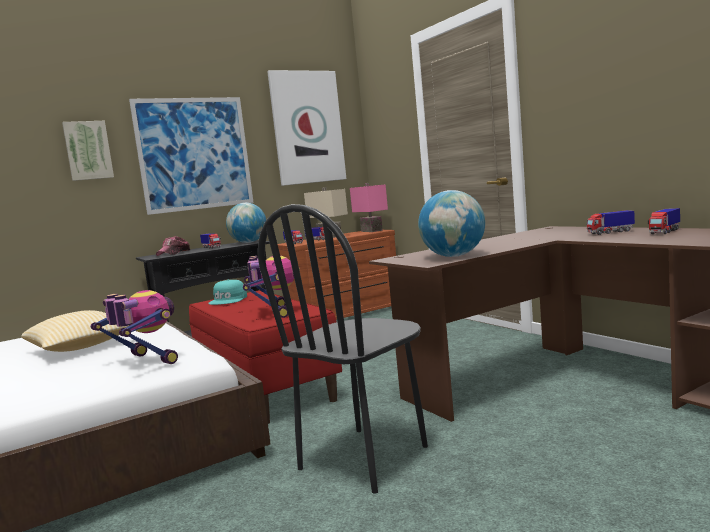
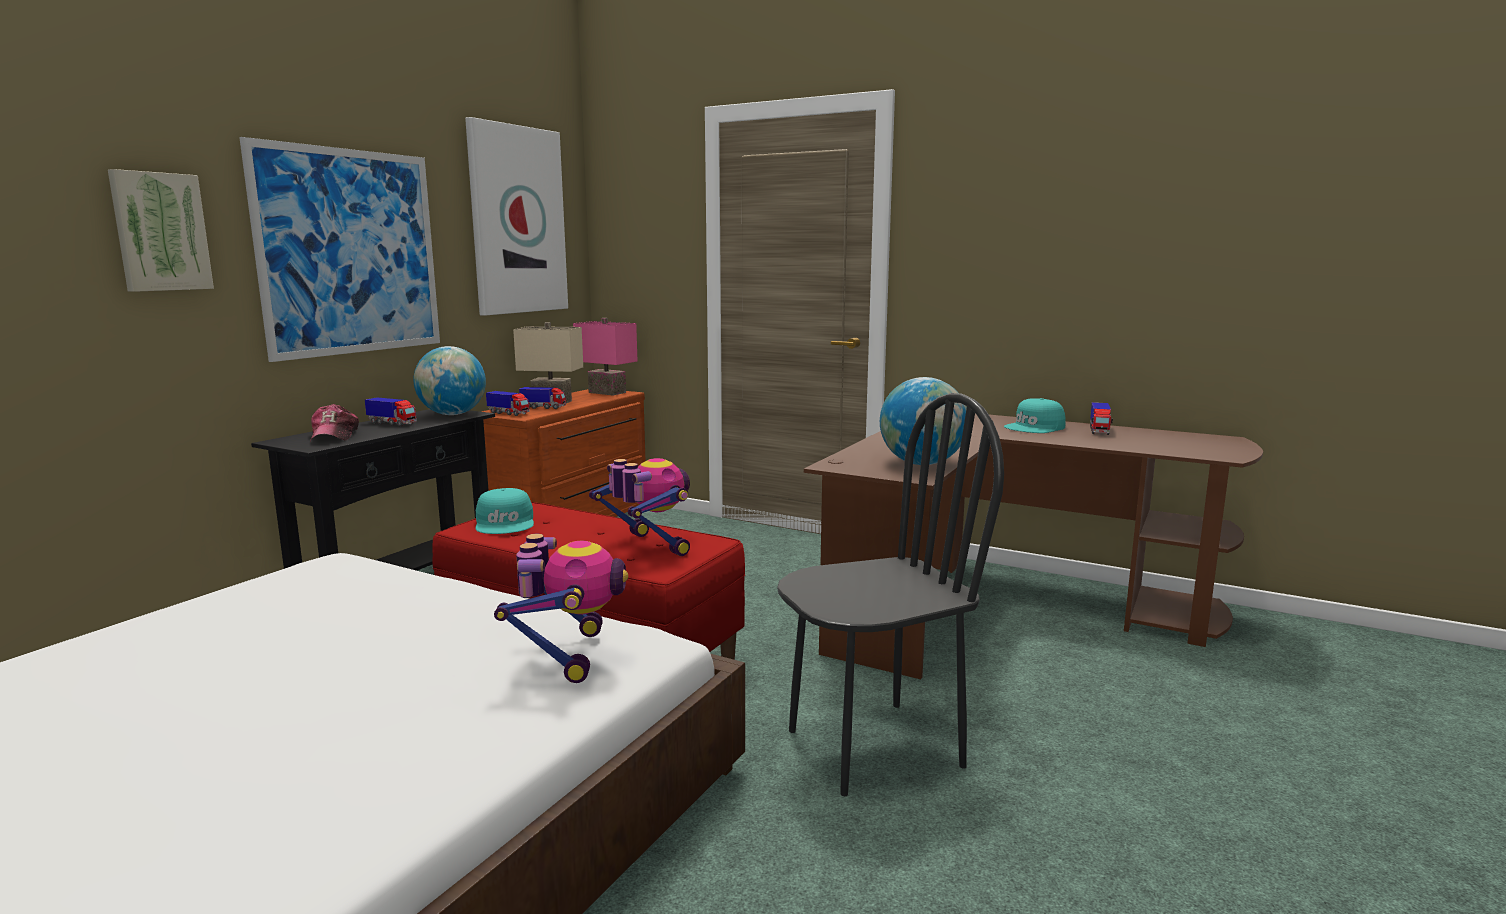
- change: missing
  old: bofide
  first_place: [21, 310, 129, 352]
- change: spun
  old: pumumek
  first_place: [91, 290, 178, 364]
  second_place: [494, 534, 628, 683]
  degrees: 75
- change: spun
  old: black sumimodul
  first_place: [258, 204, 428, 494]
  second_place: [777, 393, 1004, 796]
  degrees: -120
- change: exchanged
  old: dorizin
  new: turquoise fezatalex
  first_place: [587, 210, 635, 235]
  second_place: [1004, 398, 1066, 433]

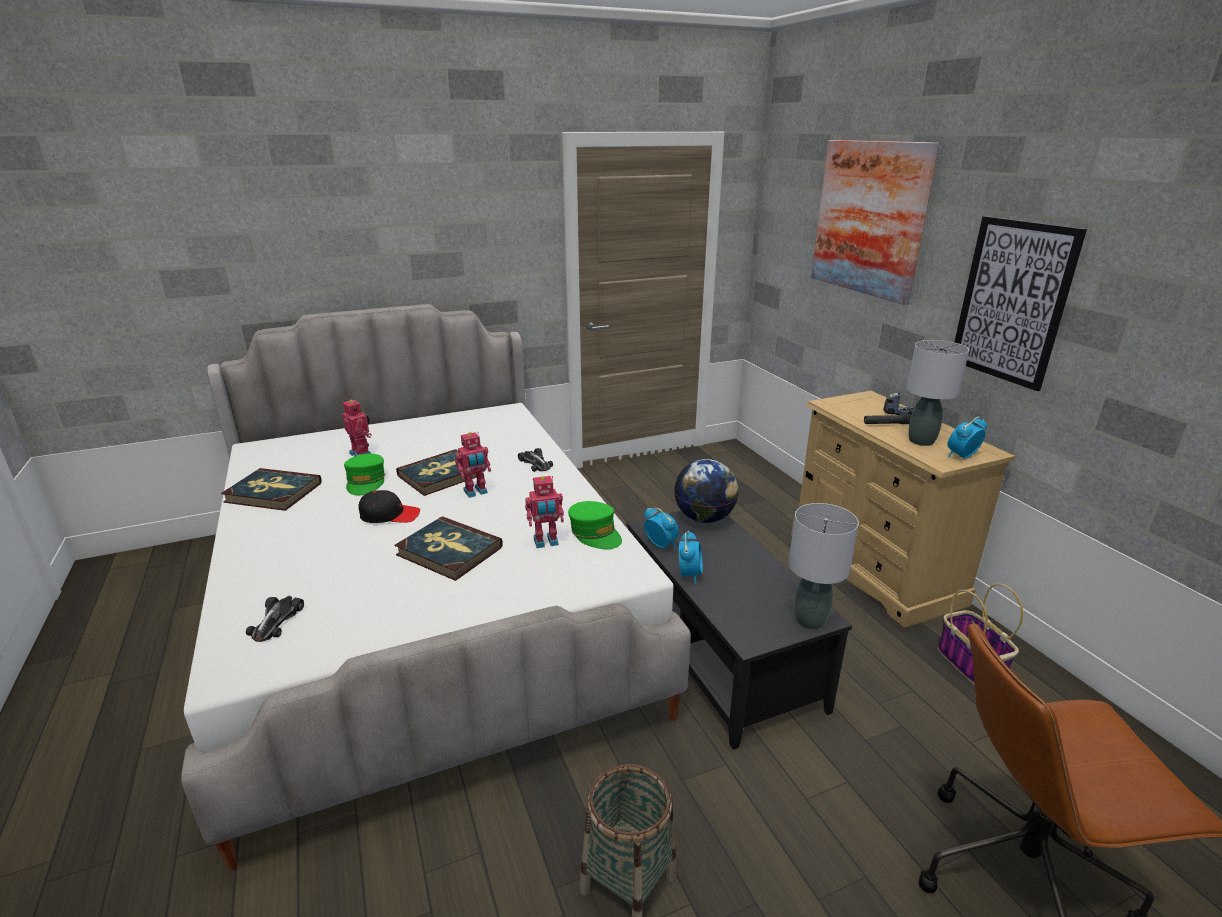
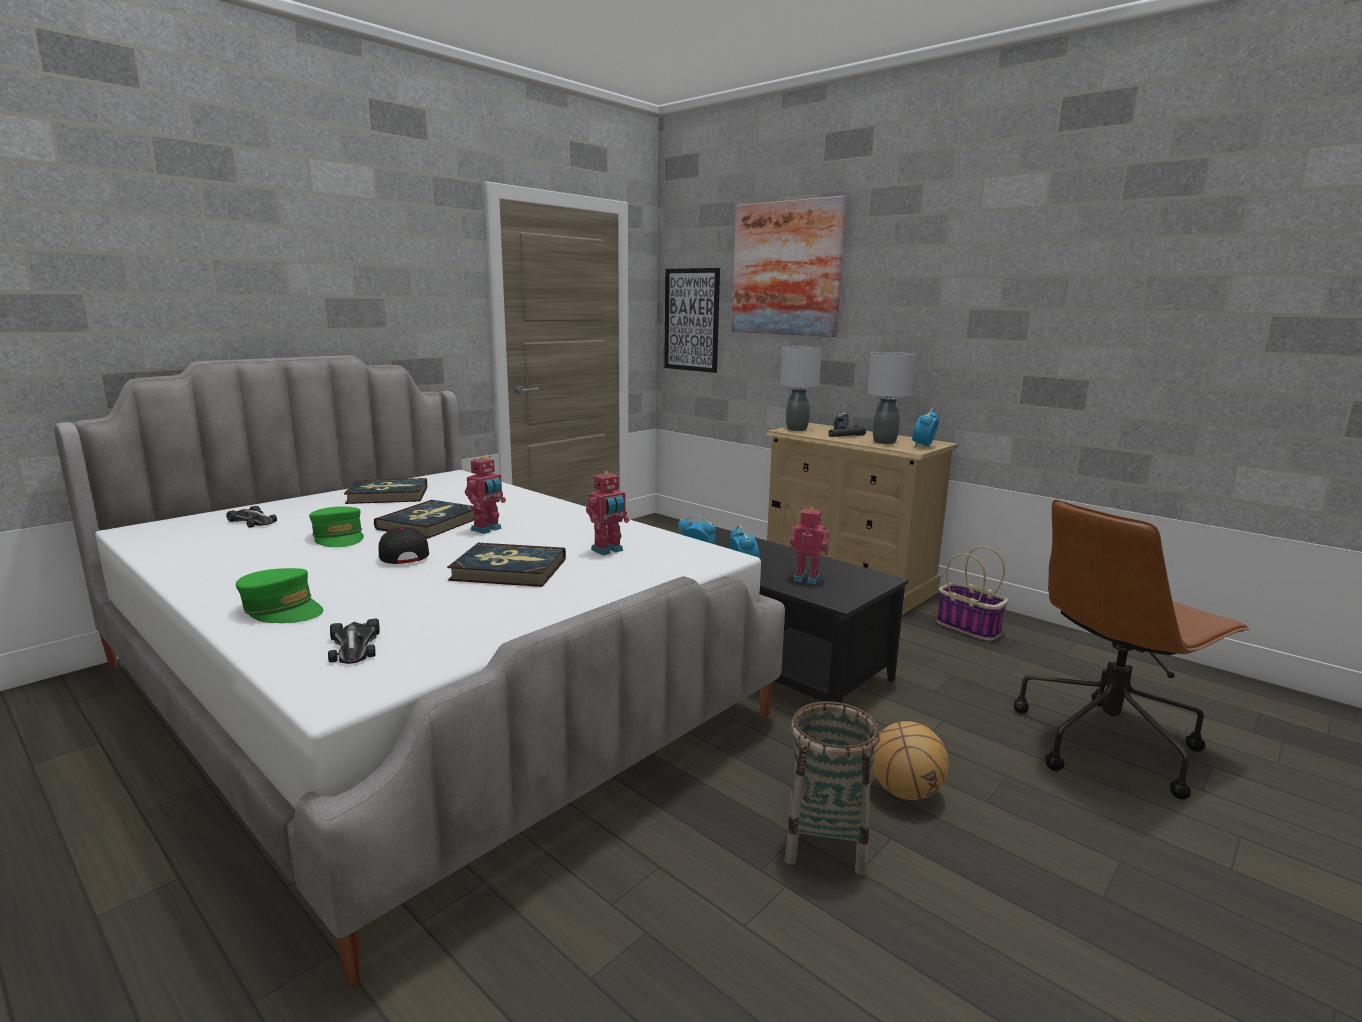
- change: relocated
  old: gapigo
  first_place: [221, 468, 322, 511]
  second_place: [344, 478, 427, 504]
- change: relocated
  old: pumumek
  first_place: [342, 399, 372, 457]
  second_place: [790, 507, 829, 585]
- change: spun
  old: black fezatalex
  first_place: [358, 490, 420, 523]
  second_place: [378, 527, 429, 564]
  degrees: -90
- change: relocated
  old: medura
  first_place: [518, 448, 553, 472]
  second_place: [226, 506, 277, 528]
- change: relocated
  old: green fezatalex
  first_place: [568, 501, 622, 549]
  second_place: [236, 568, 323, 623]
- change: missing
  old: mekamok
  first_place: [674, 459, 739, 523]
- change: relocated
  old: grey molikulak
  first_place: [789, 503, 859, 629]
  second_place: [780, 346, 822, 431]
- change: relocated
  old: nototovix
  first_place: [954, 216, 1087, 391]
  second_place: [664, 268, 720, 373]
- change: appeared
  new: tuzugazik
  second_place: [872, 721, 949, 800]

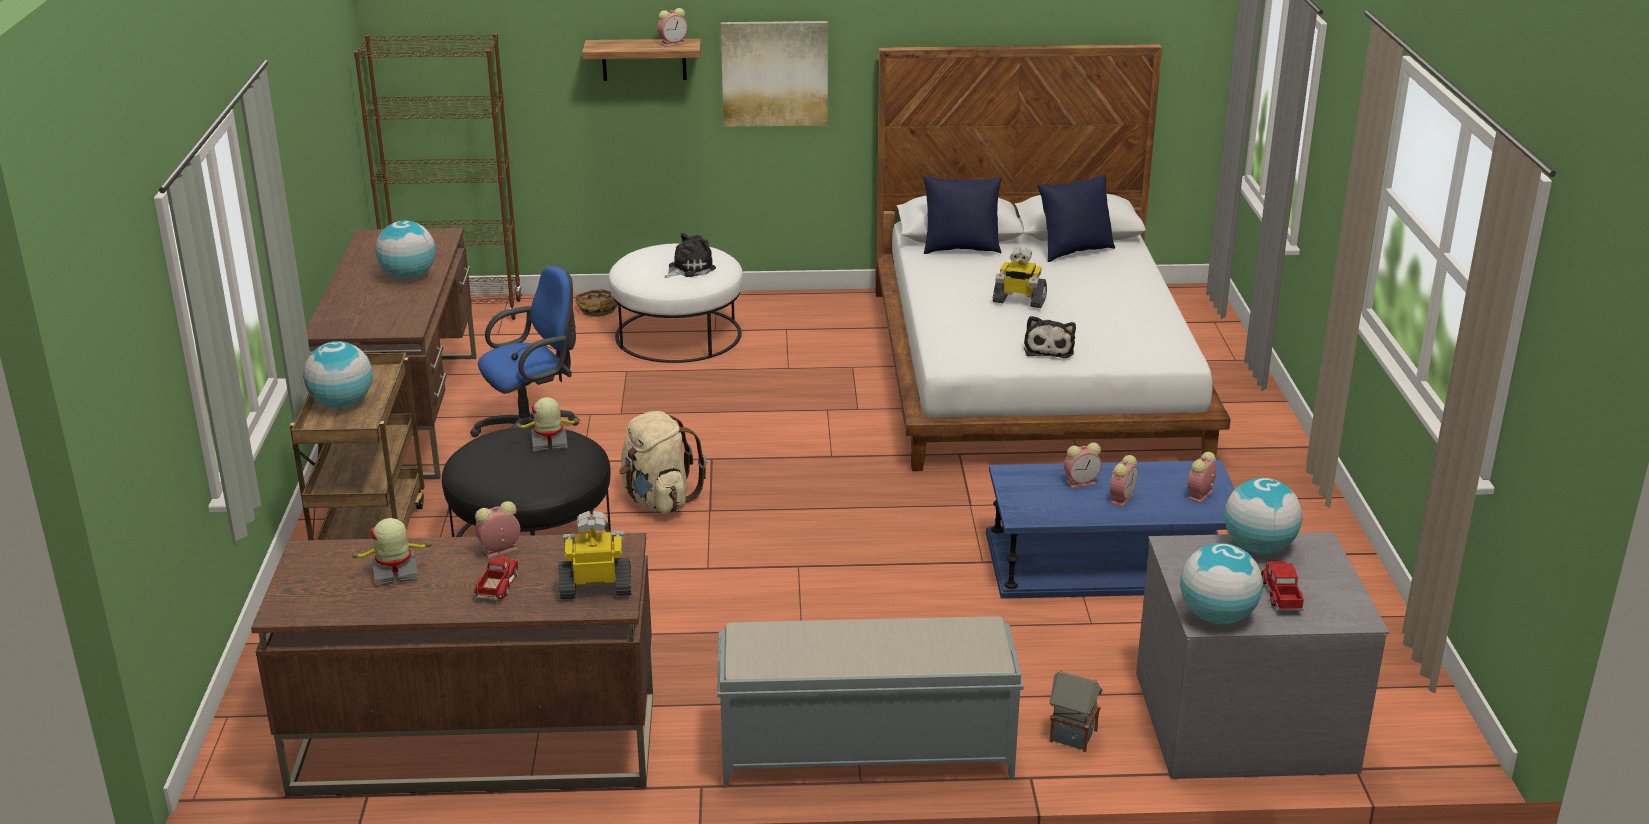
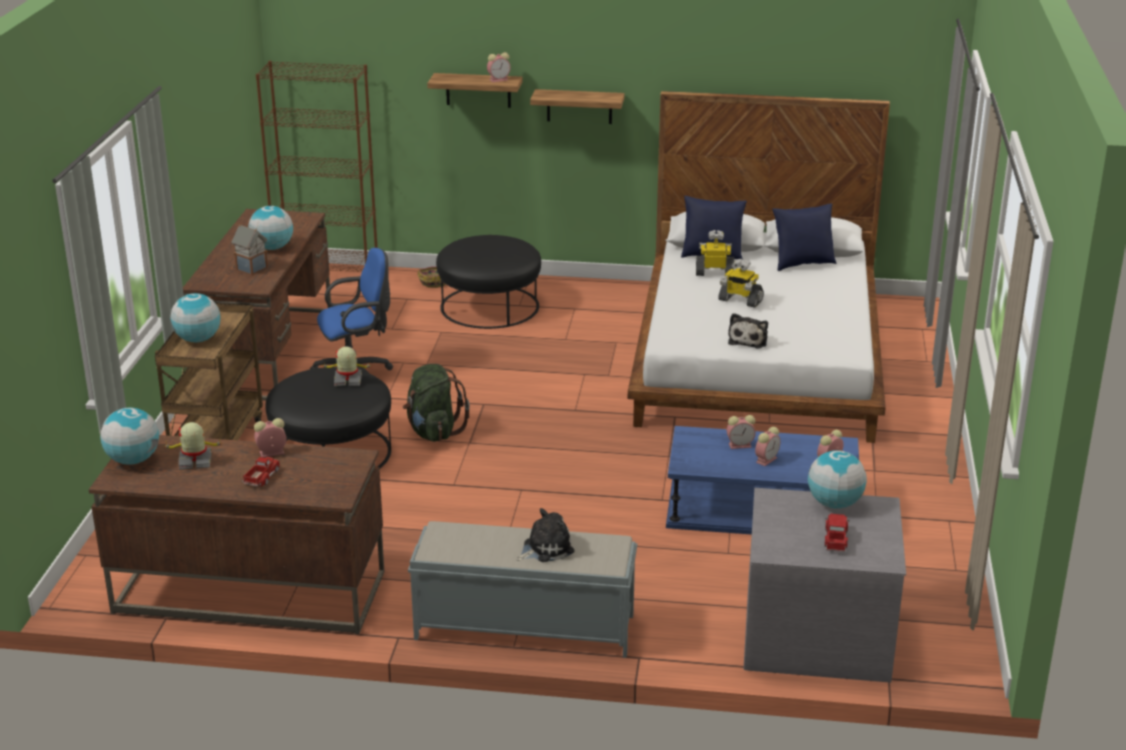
- change: relocated
  old: pumumek
  first_place: [558, 511, 632, 599]
  second_place: [696, 230, 734, 276]
- change: colour
  old: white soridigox
  new: black soridigox
  first_place: [609, 243, 743, 363]
  second_place: [436, 235, 541, 329]
- change: colour
  old: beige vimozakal
  new: green vimozakal
  first_place: [619, 411, 706, 514]
  second_place: [403, 364, 470, 442]
- change: relocated
  old: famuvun
  first_place: [665, 233, 716, 278]
  second_place: [516, 508, 575, 562]
- change: exchanged
  old: nototovix
  new: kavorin
  first_place: [721, 21, 828, 127]
  second_place: [530, 89, 625, 124]
- change: relocated
  old: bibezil
  first_place: [1049, 670, 1103, 752]
  second_place: [231, 224, 268, 275]
- change: relocated
  old: mekamok
  first_place: [1180, 543, 1263, 624]
  second_place: [100, 407, 159, 465]

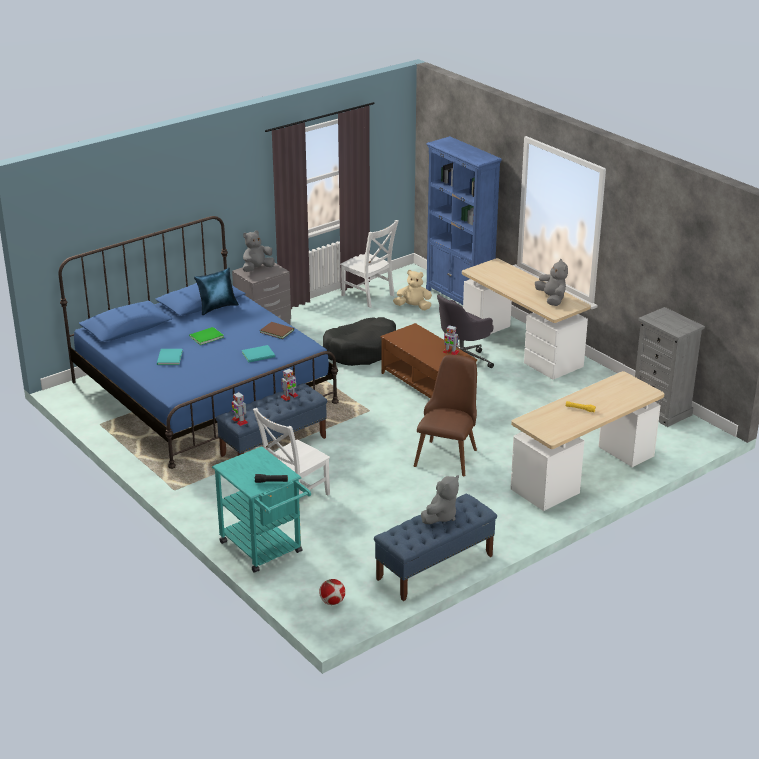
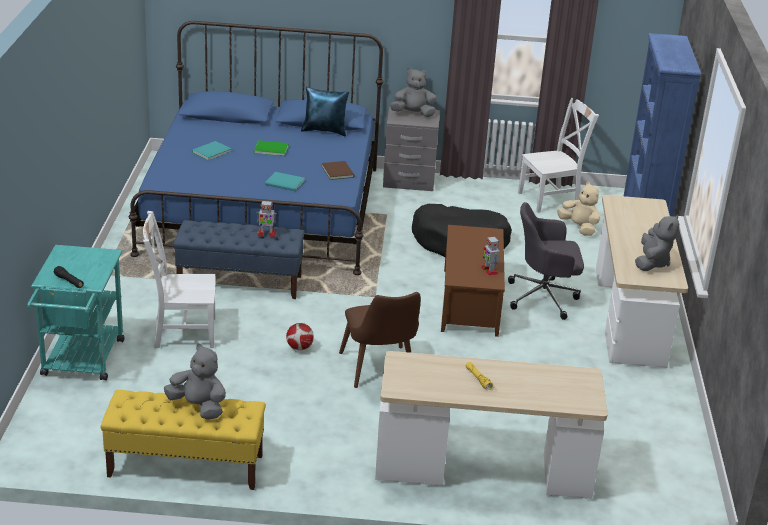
- change: missing
  old: pumumek
  first_place: [232, 392, 248, 426]
- change: relocated
  old: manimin
  first_place: [319, 579, 345, 605]
  second_place: [286, 323, 314, 350]
- change: spun
  old: white sumimodul
  first_place: [340, 220, 399, 308]
  second_place: [518, 98, 599, 213]
  degrees: -105
- change: colour
  old: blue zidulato
  new: yellow zidulato
  first_place: [374, 493, 497, 601]
  second_place: [101, 390, 266, 490]
- change: spun
  old: brown sumimodul
  first_place: [414, 355, 477, 476]
  second_place: [339, 292, 421, 388]
  degrees: 105
- change: spun
  old: grey famuvun
  first_place: [421, 475, 459, 524]
  second_place: [164, 343, 226, 420]
  degrees: -135
- change: missing
  old: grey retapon
  first_place: [635, 307, 705, 427]

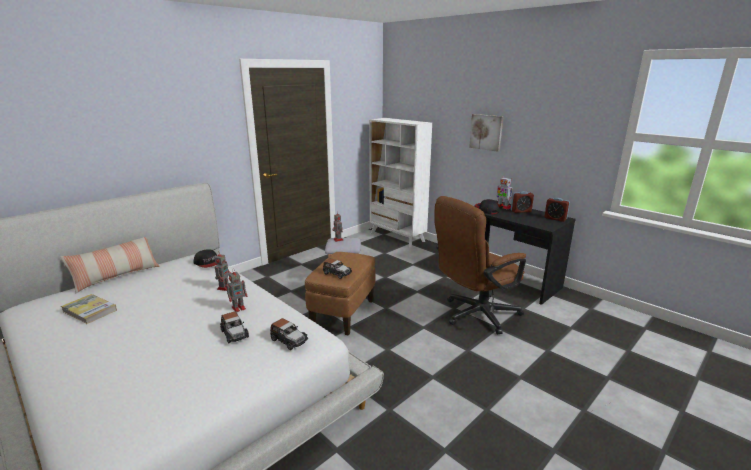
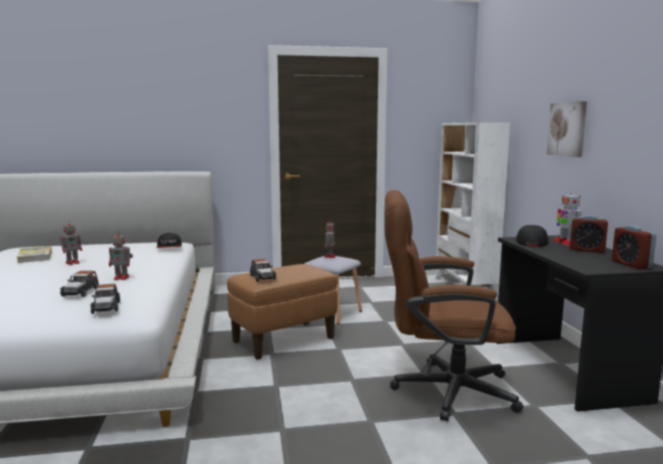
- change: missing
  old: bofide
  first_place: [60, 237, 160, 294]
- change: relocated
  old: pumumek
  first_place: [215, 251, 231, 291]
  second_place: [61, 220, 82, 265]

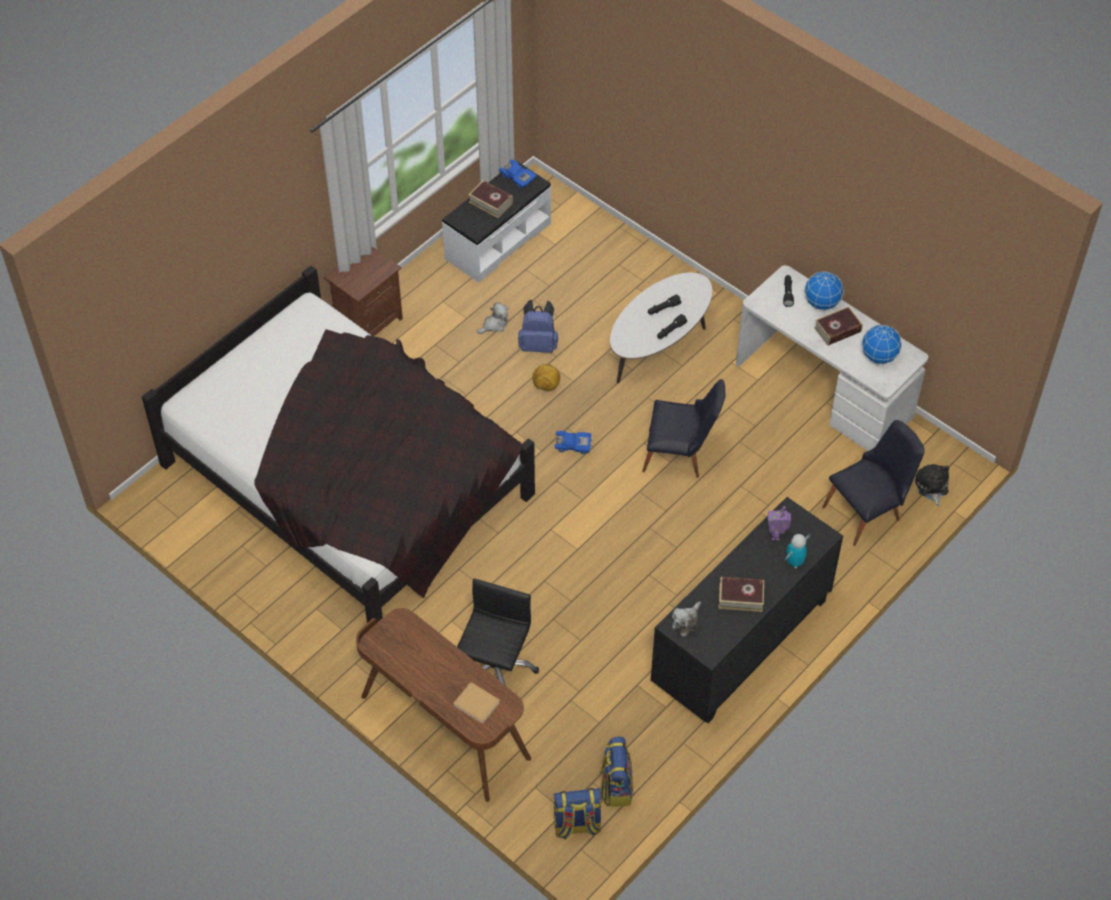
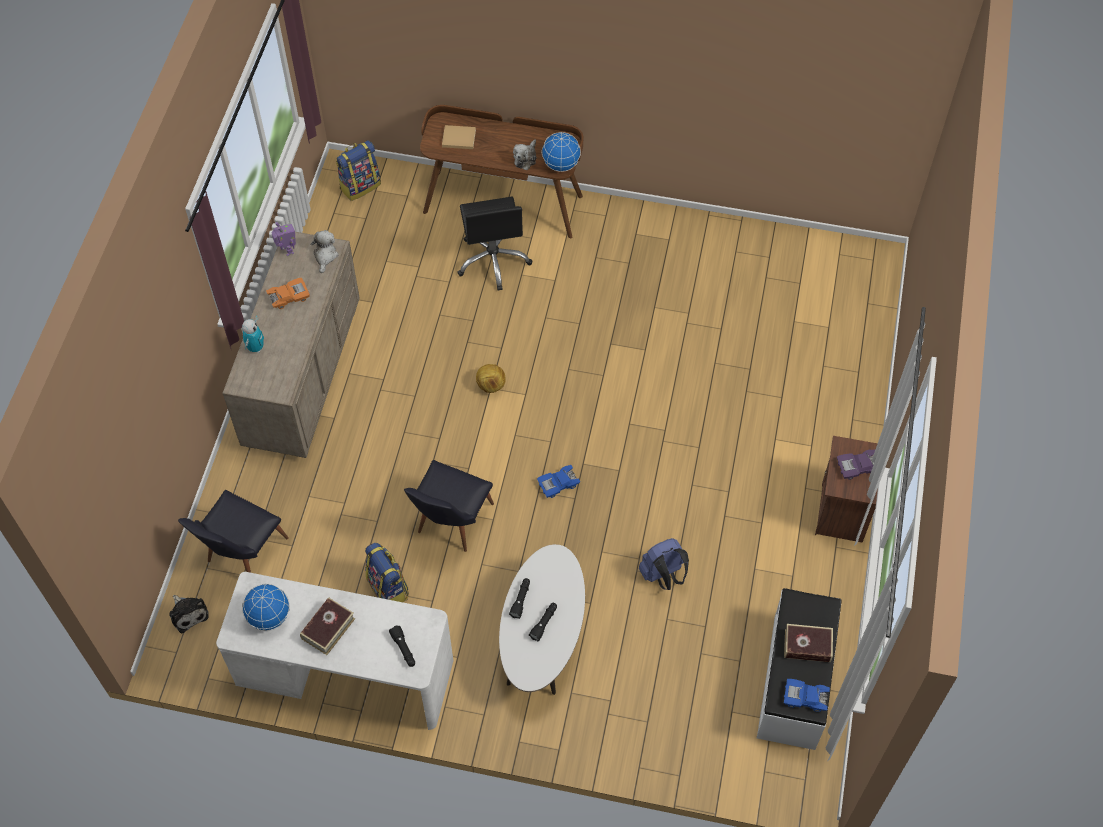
- change: missing
  old: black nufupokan
  first_place: [142, 266, 535, 623]
- change: relocated
  old: famuvun
  first_place: [477, 302, 508, 334]
  second_place: [513, 139, 537, 170]
- change: relocated
  old: manimin
  first_place: [532, 364, 560, 391]
  second_place: [476, 364, 505, 393]
- change: relocated
  old: vimozakal
  first_place: [600, 737, 634, 807]
  second_place: [365, 543, 409, 602]
- change: spun
  old: black sumimodul
  first_place: [642, 379, 725, 478]
  second_place: [404, 460, 494, 552]
  degrees: -45
- change: colour
  old: black retapon
  new: beige retapon
  first_place: [651, 497, 843, 723]
  second_place: [222, 232, 360, 458]
- change: exchanged
  old: gapigo
  new: orange medura
  first_place: [719, 577, 764, 612]
  second_place: [266, 278, 310, 309]
- change: relocated
  old: pumumek
  first_place: [768, 506, 791, 540]
  second_place: [271, 222, 296, 256]
- change: relocated
  old: mekamok
  first_place: [804, 272, 844, 310]
  second_place: [542, 132, 581, 172]
- change: appeared
  new: purple medura
  second_place: [837, 450, 875, 480]

